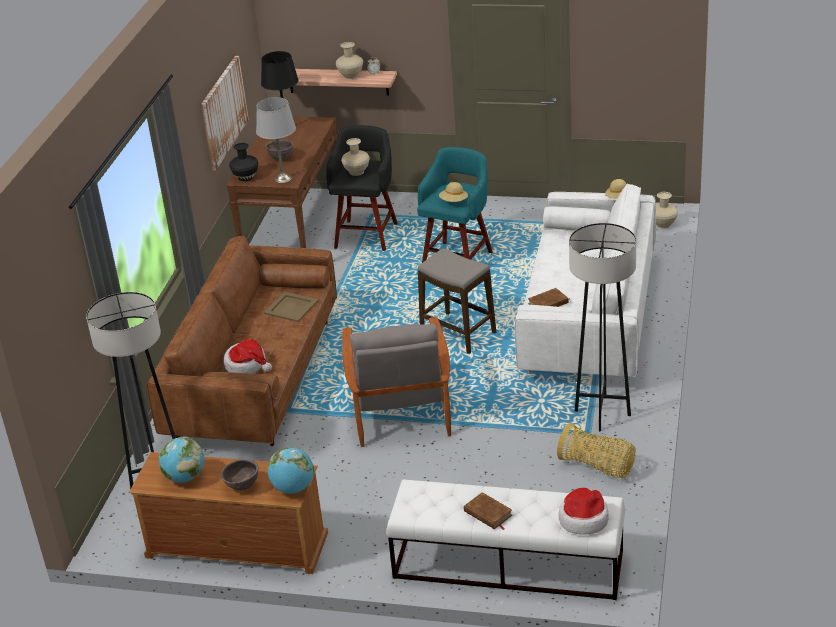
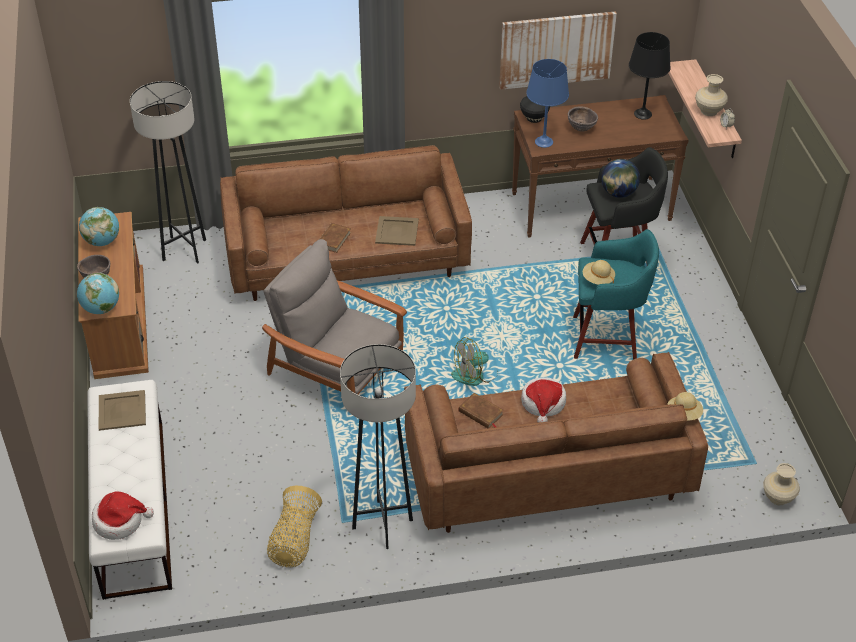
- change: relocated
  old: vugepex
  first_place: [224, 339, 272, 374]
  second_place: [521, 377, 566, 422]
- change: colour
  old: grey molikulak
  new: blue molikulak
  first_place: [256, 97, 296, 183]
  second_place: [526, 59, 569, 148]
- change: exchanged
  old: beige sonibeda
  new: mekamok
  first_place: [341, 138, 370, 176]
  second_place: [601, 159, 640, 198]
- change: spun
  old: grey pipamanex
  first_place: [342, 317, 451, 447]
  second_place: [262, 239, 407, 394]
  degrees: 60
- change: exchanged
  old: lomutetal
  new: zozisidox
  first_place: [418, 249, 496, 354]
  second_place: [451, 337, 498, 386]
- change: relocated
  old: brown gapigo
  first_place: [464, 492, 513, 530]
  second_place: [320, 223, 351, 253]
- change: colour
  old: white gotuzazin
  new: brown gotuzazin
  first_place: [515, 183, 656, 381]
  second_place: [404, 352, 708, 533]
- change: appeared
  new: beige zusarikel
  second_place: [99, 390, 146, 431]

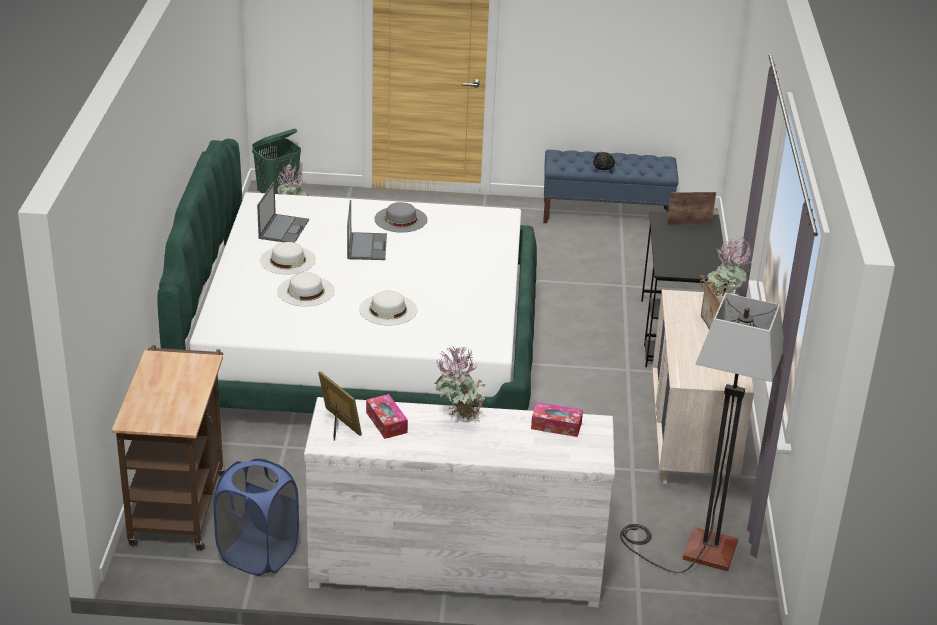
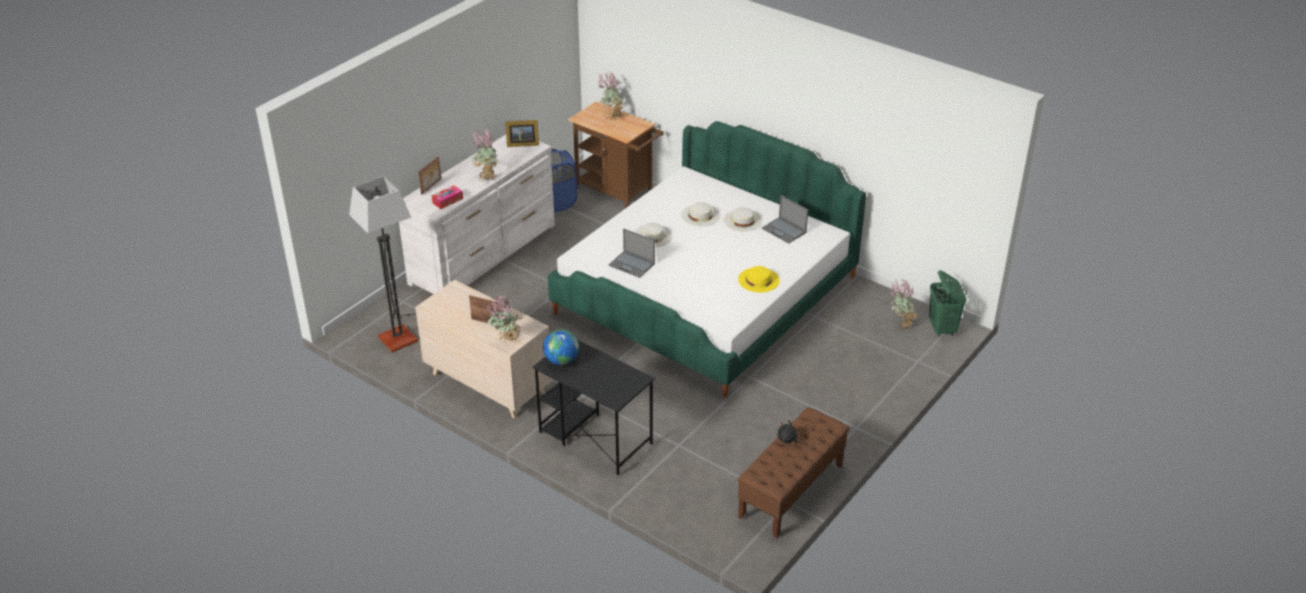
- change: relocated
  old: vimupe
  first_place: [347, 200, 387, 260]
  second_place: [608, 229, 655, 278]
- change: missing
  old: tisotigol
  first_place: [366, 394, 408, 439]
- change: colour
  old: grey vugepex
  new: yellow vugepex
  first_place: [374, 202, 427, 233]
  second_place: [738, 266, 780, 293]
- change: colour
  old: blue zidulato
  new: brown zidulato
  first_place: [543, 150, 679, 223]
  second_place: [737, 407, 849, 539]
- change: relocated
  old: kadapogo
  first_place: [667, 192, 716, 225]
  second_place: [418, 156, 441, 195]
- change: appeared
  new: mekamok
  second_place: [543, 329, 579, 365]
- change: appeared
  new: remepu
  second_place: [598, 72, 623, 121]

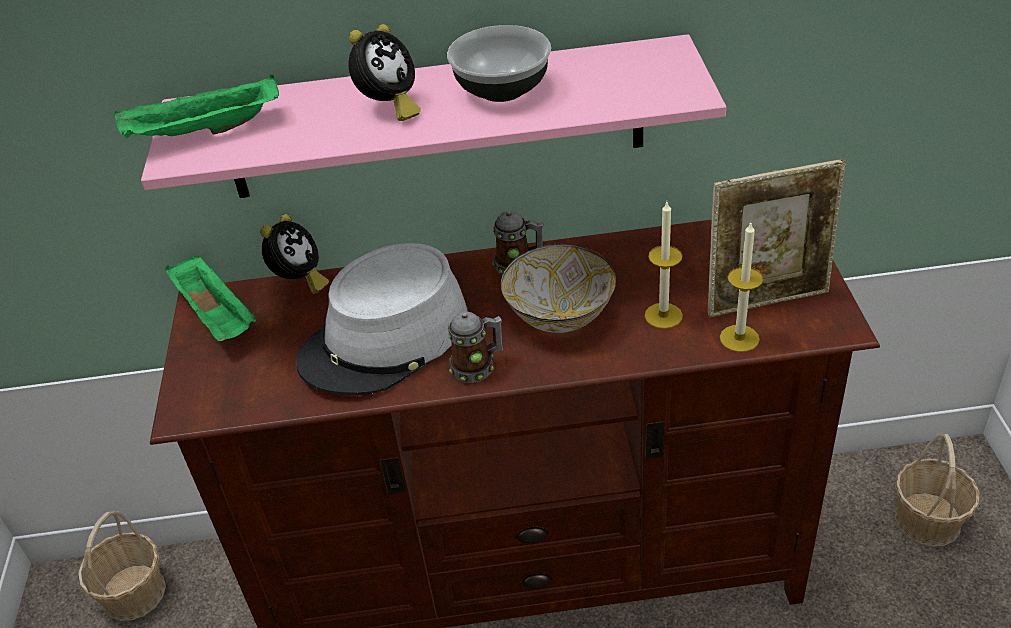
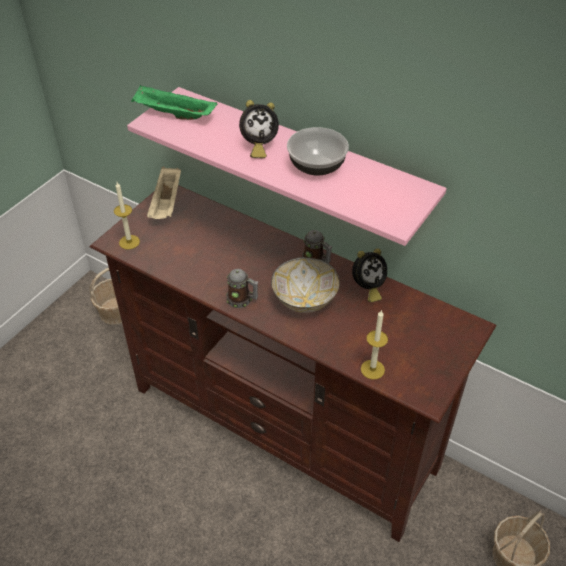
- change: colour
  old: green zusarikel
  new: beige zusarikel
  first_place: [166, 256, 256, 342]
  second_place: [147, 166, 181, 219]
- change: relocated
  old: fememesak
  first_place: [260, 214, 329, 294]
  second_place: [352, 248, 387, 302]
- change: missing
  old: grey vugepex
  first_place: [296, 243, 468, 395]
- change: relocated
  old: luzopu
  first_place: [644, 202, 683, 329]
  second_place: [114, 182, 140, 250]
- change: missing
  old: kadapogo
  first_place: [707, 159, 846, 317]

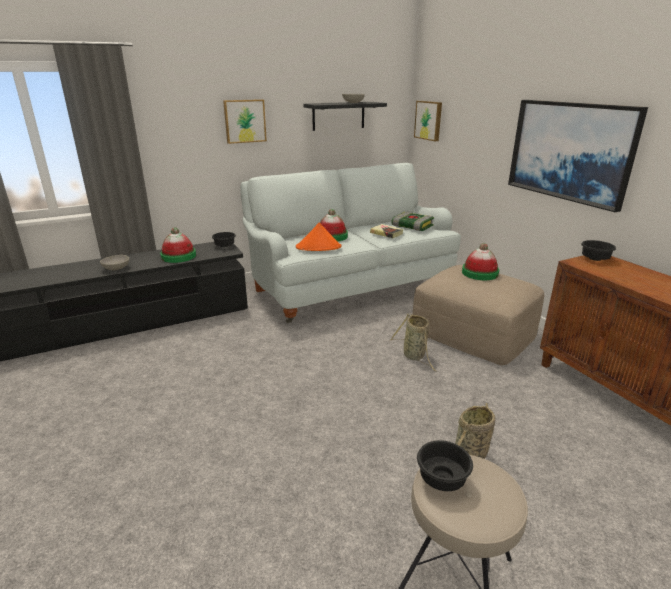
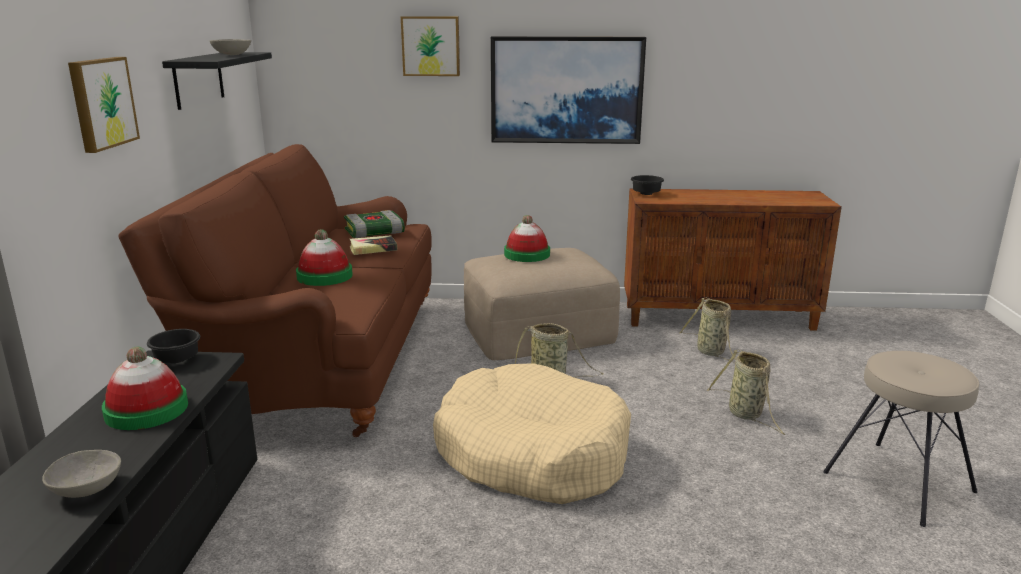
- change: colour
  old: white gotuzazin
  new: brown gotuzazin
  first_place: [240, 163, 461, 323]
  second_place: [118, 144, 432, 437]
- change: missing
  old: orange vugepex
  first_place: [296, 223, 341, 251]
- change: relocated
  old: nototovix
  first_place: [414, 101, 442, 141]
  second_place: [401, 16, 460, 76]
- change: missing
  old: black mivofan
  first_place: [417, 440, 473, 491]
- change: appeared
  new: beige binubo
  second_place: [433, 363, 631, 504]
- change: appeared
  new: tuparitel
  second_place: [679, 297, 736, 363]

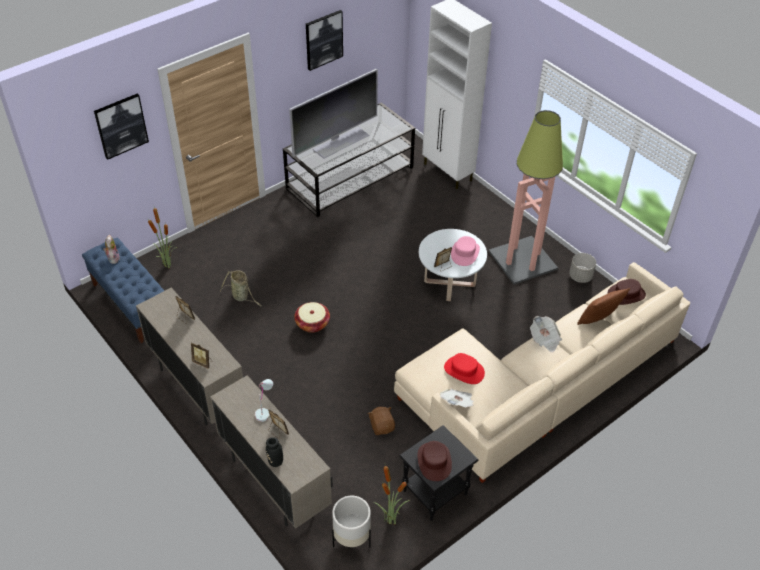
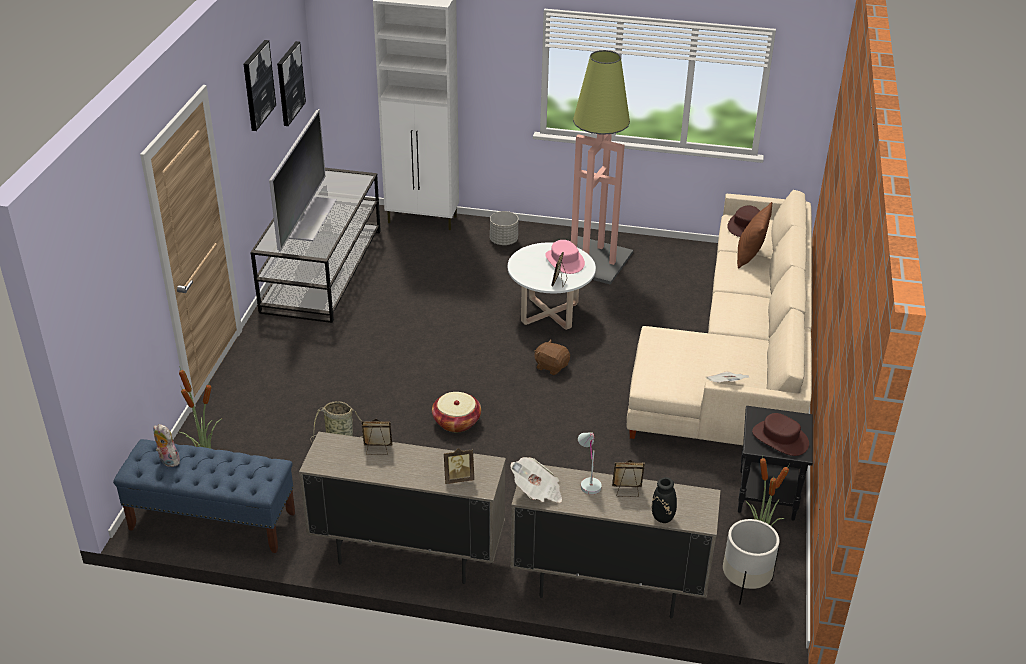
- change: relocated
  old: nototovix
  first_place: [94, 94, 149, 160]
  second_place: [277, 41, 306, 126]
- change: relocated
  old: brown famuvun
  first_place: [368, 407, 395, 435]
  second_place: [534, 340, 570, 375]
- change: missing
  old: red vugepex
  first_place: [444, 353, 485, 384]
- change: relocated
  old: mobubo
  first_place: [530, 316, 562, 353]
  second_place: [510, 457, 562, 503]
- change: relocated
  old: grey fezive
  first_place: [569, 253, 596, 283]
  second_place: [490, 211, 518, 245]

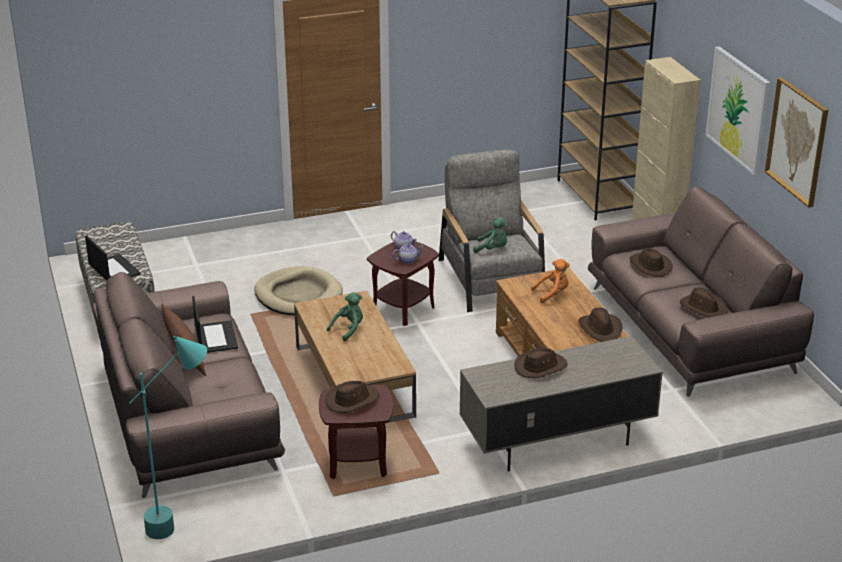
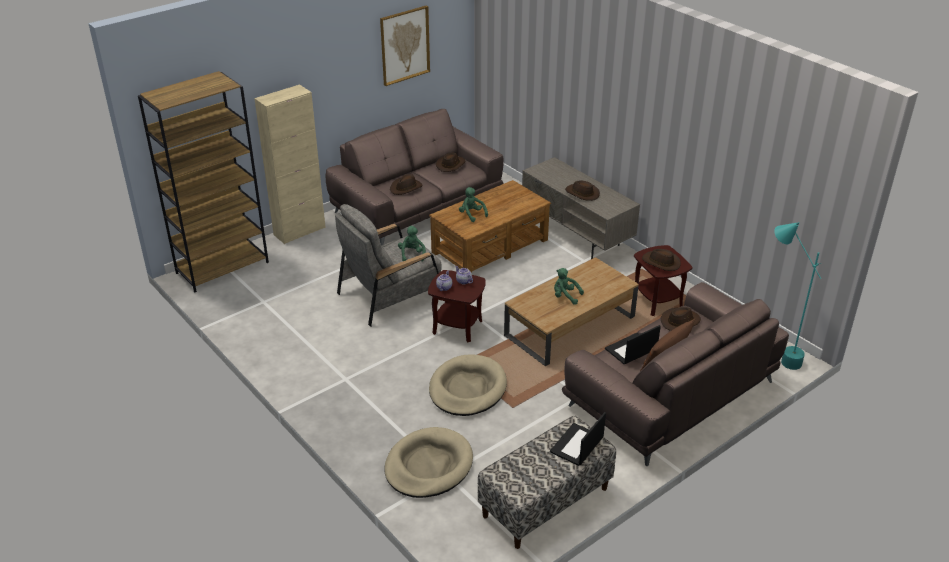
- change: colour
  old: orange famuvun
  new: green famuvun
  first_place: [531, 259, 570, 303]
  second_place: [459, 187, 488, 222]
- change: relocated
  old: brown vugepex
  first_place: [578, 307, 623, 342]
  second_place: [661, 307, 701, 331]
- change: missing
  old: nototovix
  first_place: [705, 46, 770, 175]
- change: appeared
  new: beige binubo
  second_place: [384, 427, 473, 498]

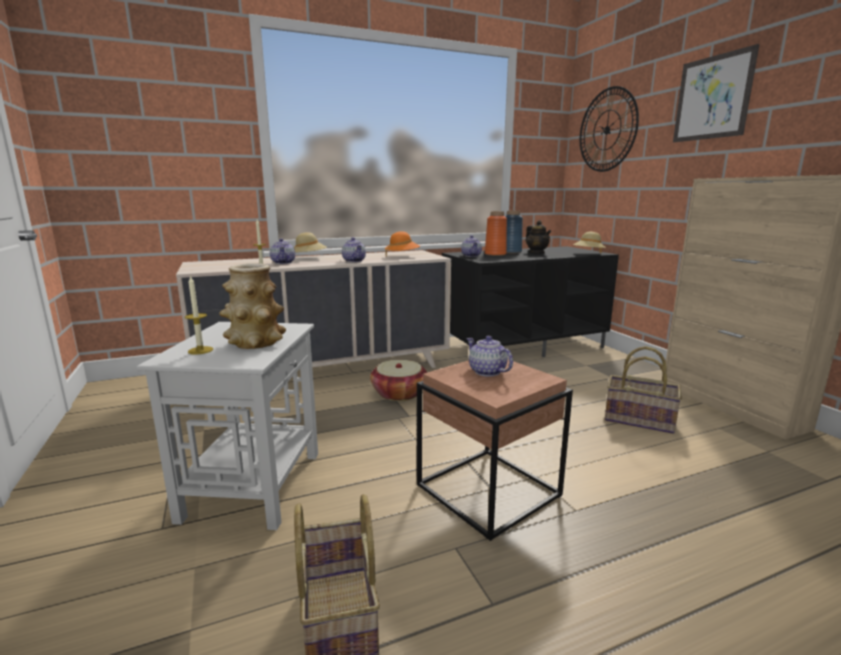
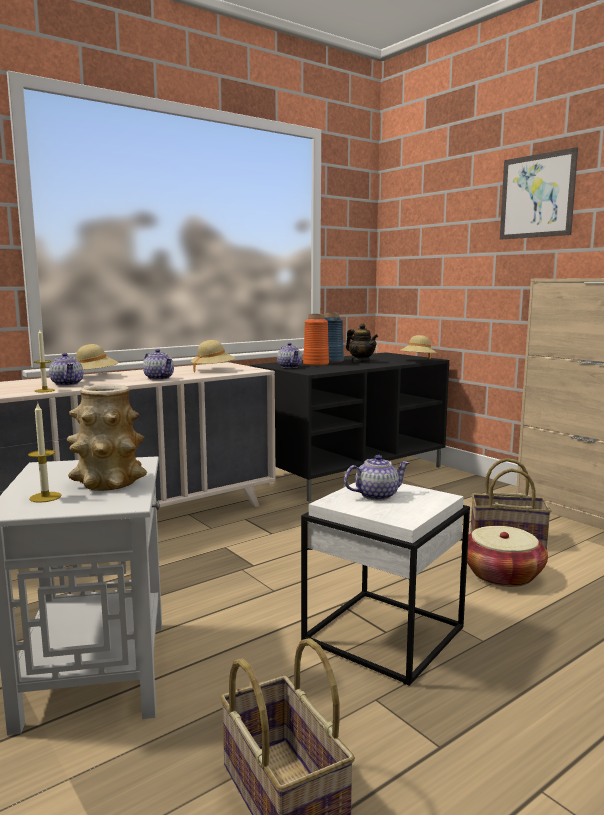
- change: relocated
  old: tuparitel
  first_place: [370, 360, 427, 401]
  second_place: [467, 526, 548, 587]
- change: colour
  old: orange vugepex
  new: beige vugepex
  first_place: [385, 231, 420, 257]
  second_place: [191, 340, 235, 373]
- change: colour
  old: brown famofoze
  new: white famofoze
  first_place: [417, 359, 573, 541]
  second_place: [301, 482, 470, 686]
- change: spun
  old: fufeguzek
  first_place: [467, 336, 513, 377]
  second_place: [344, 455, 410, 501]
  degrees: 120
- change: missing
  old: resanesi
  first_place: [580, 86, 639, 172]

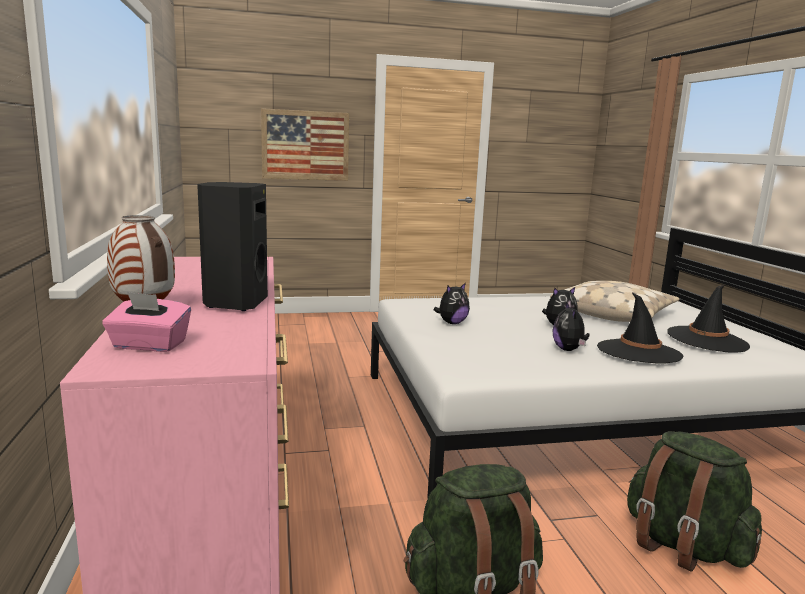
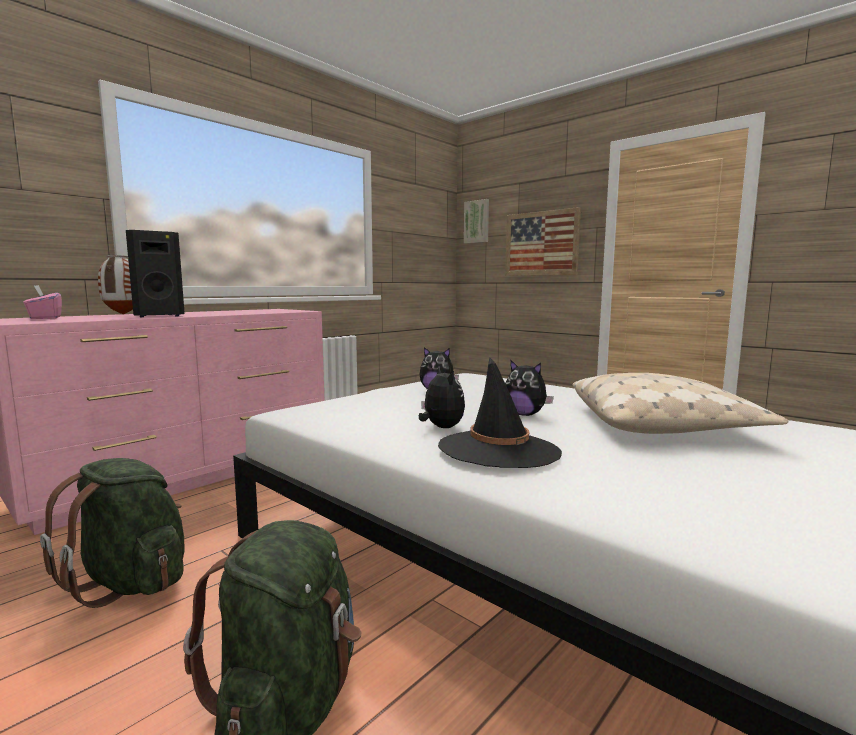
- change: spun
  old: famuvun
  first_place: [552, 302, 590, 351]
  second_place: [419, 367, 465, 428]
  degrees: 105
- change: missing
  old: black vugepex
  first_place: [667, 284, 750, 353]
- change: appeared
  new: nototovix
  second_place: [464, 199, 489, 244]

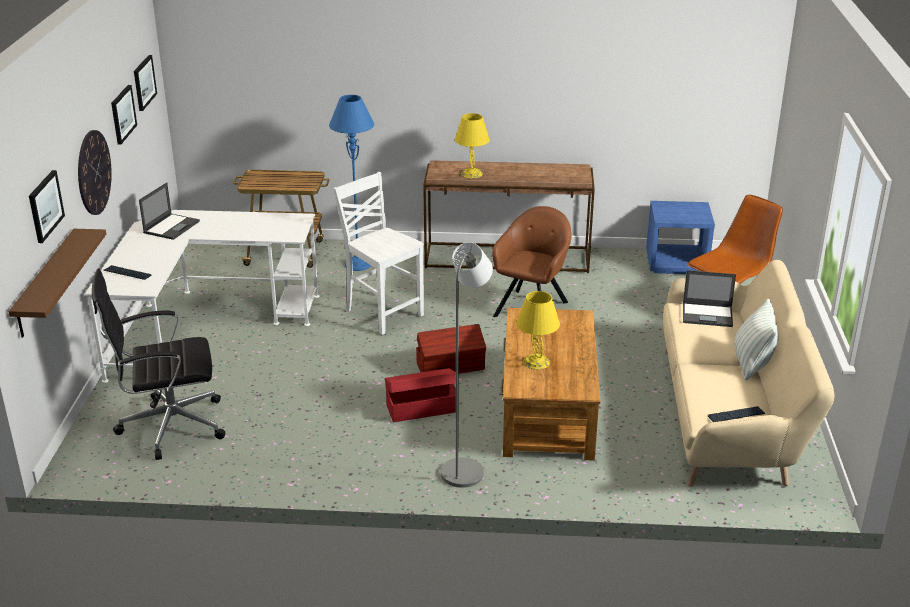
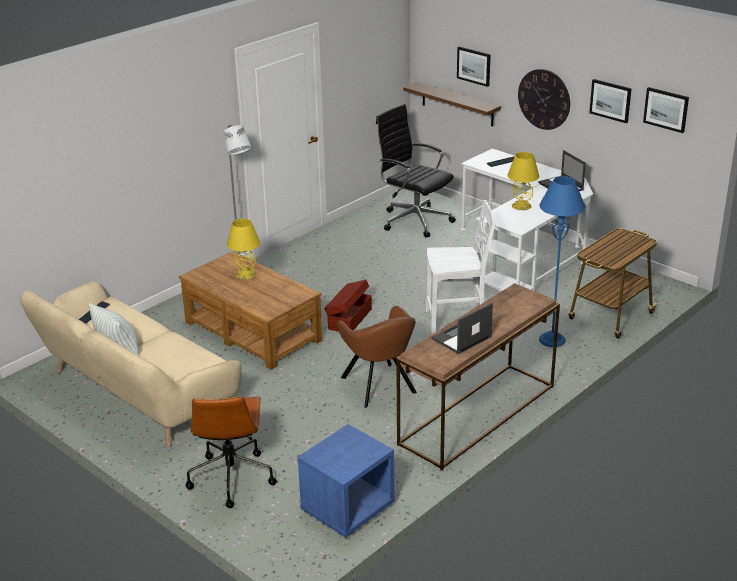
- change: spun
  old: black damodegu
  first_place: [92, 269, 225, 460]
  second_place: [376, 104, 456, 238]
  degrees: -75
- change: missing
  old: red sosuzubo
  first_place: [385, 368, 456, 422]
- change: relocated
  old: yellow molikulak
  first_place: [455, 113, 490, 178]
  second_place: [507, 152, 539, 210]
- change: relocated
  old: vimupe
  first_place: [683, 270, 736, 327]
  second_place: [431, 303, 493, 354]

